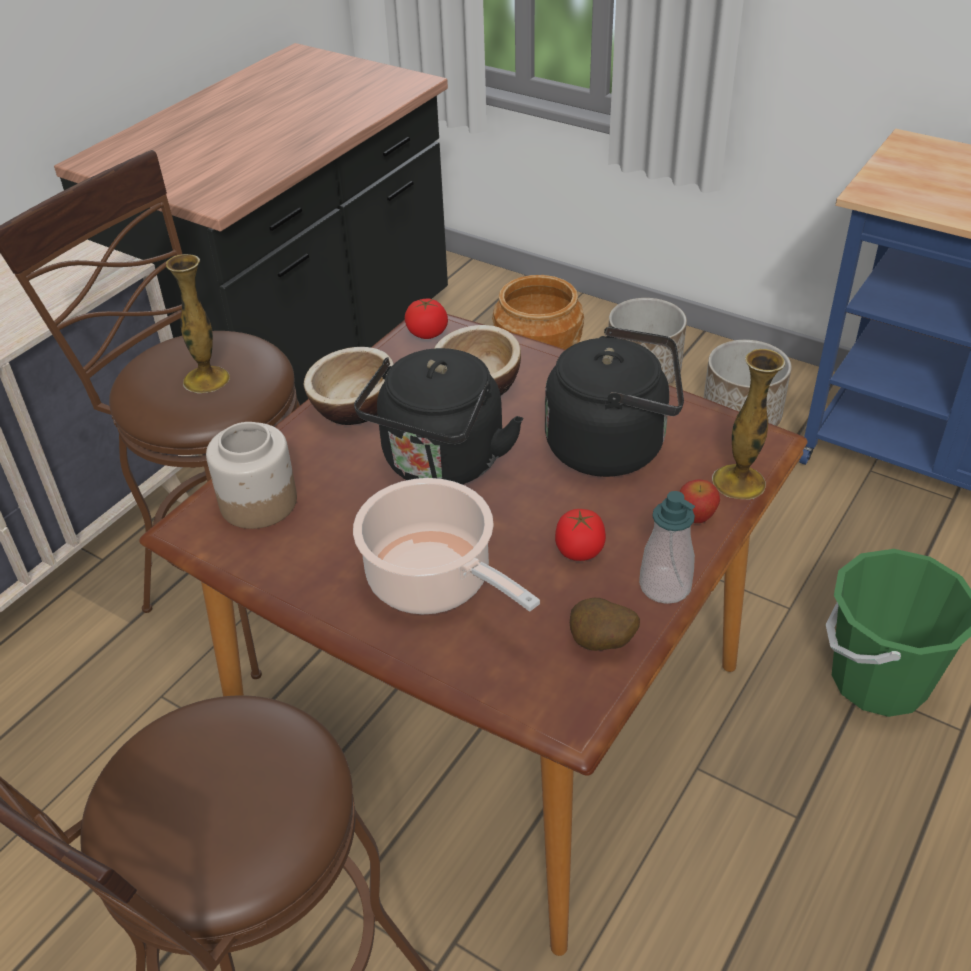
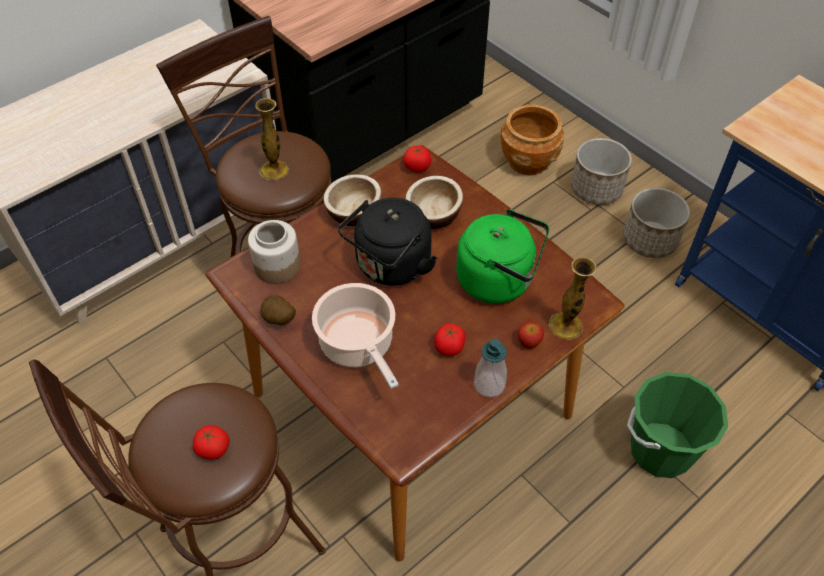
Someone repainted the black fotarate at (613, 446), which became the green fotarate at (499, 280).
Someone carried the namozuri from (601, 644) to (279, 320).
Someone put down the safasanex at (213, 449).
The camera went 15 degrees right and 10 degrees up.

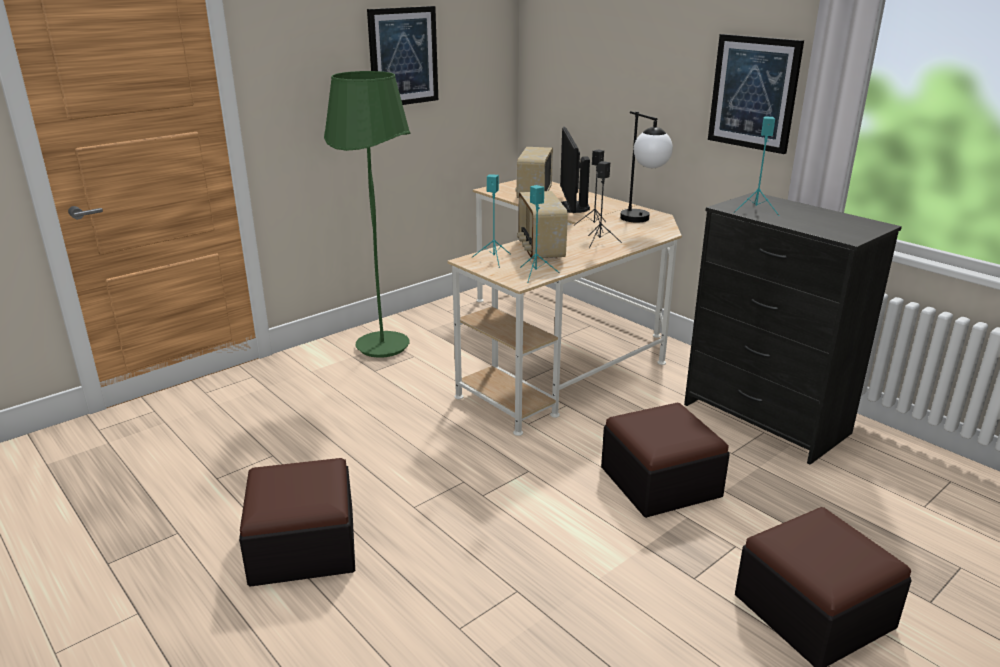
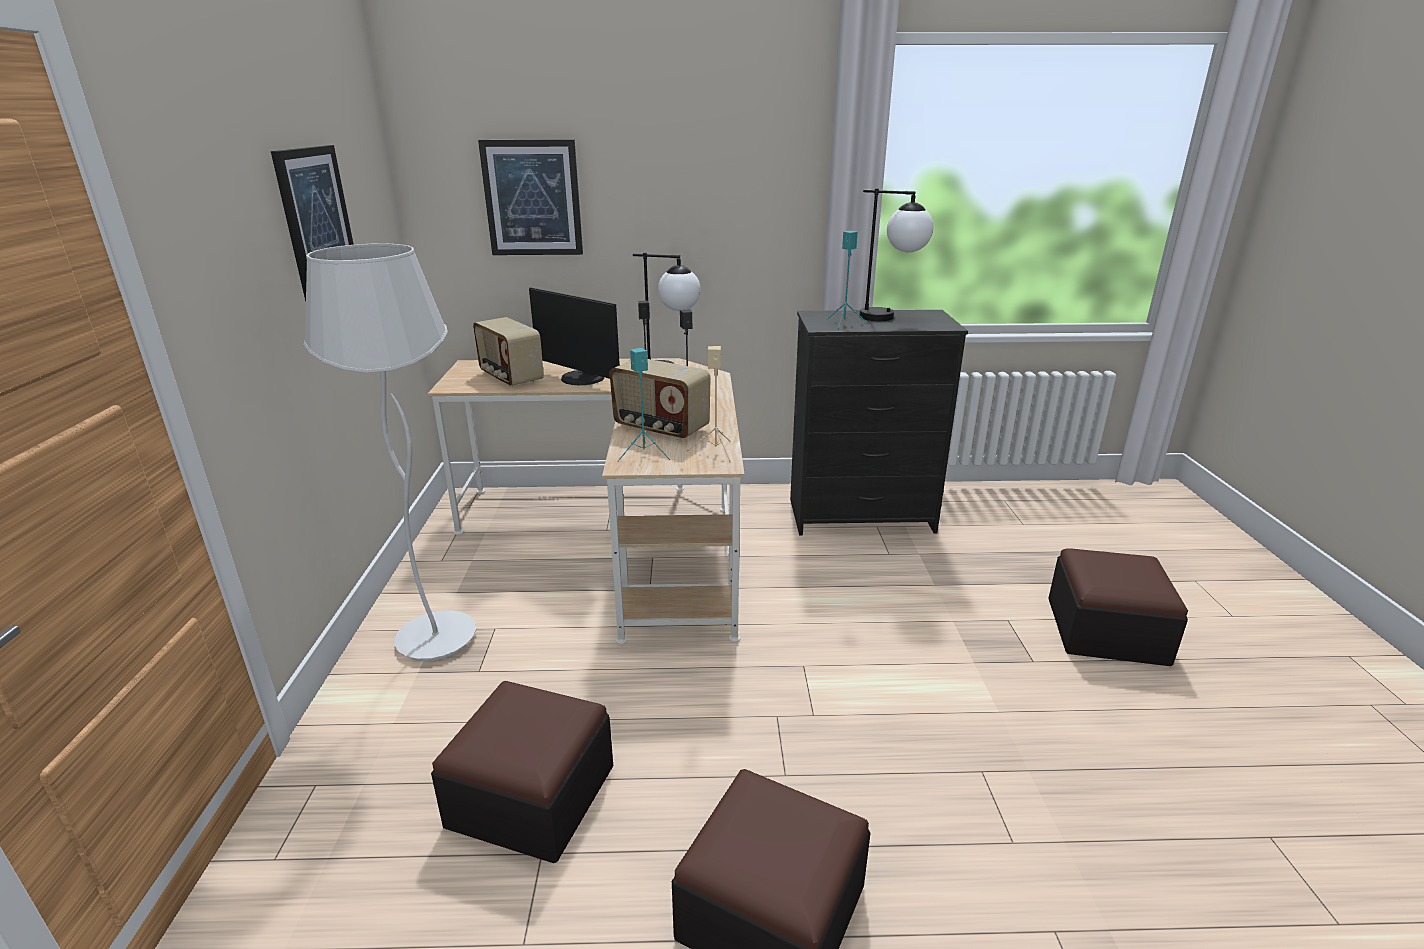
Someone carried the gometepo from (754, 93) to (532, 198).
Someone repainted the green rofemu at (383, 347), which became the white rofemu at (437, 639).
Someone repainted the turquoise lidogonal at (536, 274), which became the beige lidogonal at (716, 451).
Someone carried the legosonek from (660, 482) to (531, 796).
Someone put down the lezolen at (890, 318).
The camera went 50 degrees left and 0 degrees up.

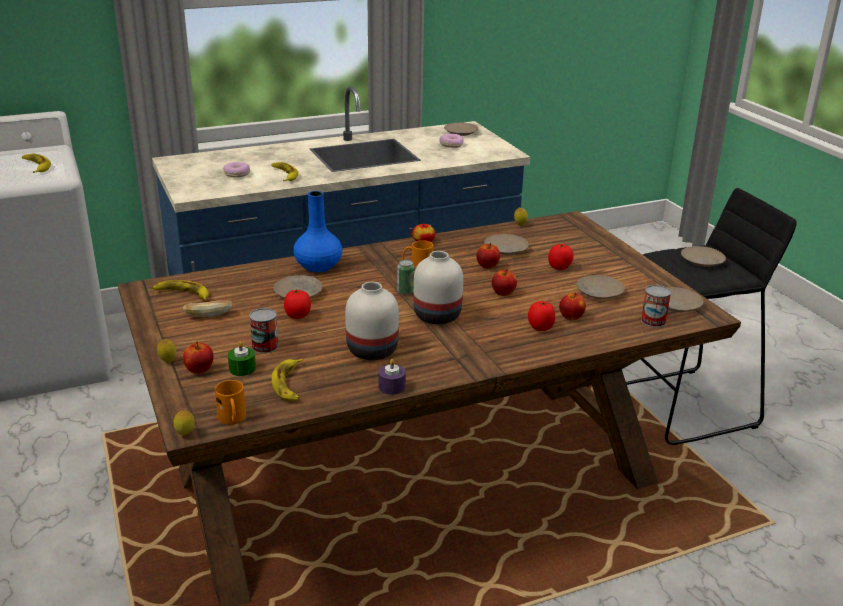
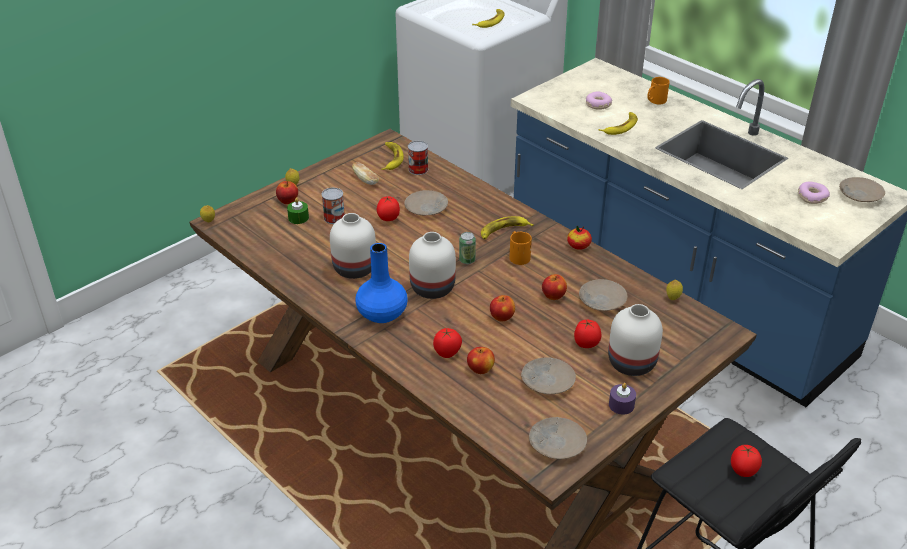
Someone carried the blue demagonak from (318, 266) to (382, 313).
Someone swapped the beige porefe at (702, 261) for the safasanex at (743, 471).
Someone carried the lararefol from (653, 321) to (418, 169).
Someone carried the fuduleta from (289, 384) to (503, 231).
Someone carried the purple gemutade from (392, 386) to (621, 405).
Someone carried the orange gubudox from (233, 420) to (655, 101).
Someone put down the white demagonak at (631, 364).
The camera went 70 degrees right and 10 degrees up.

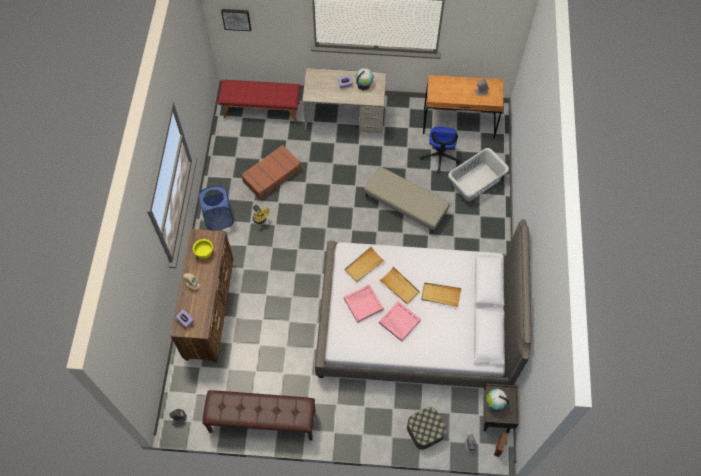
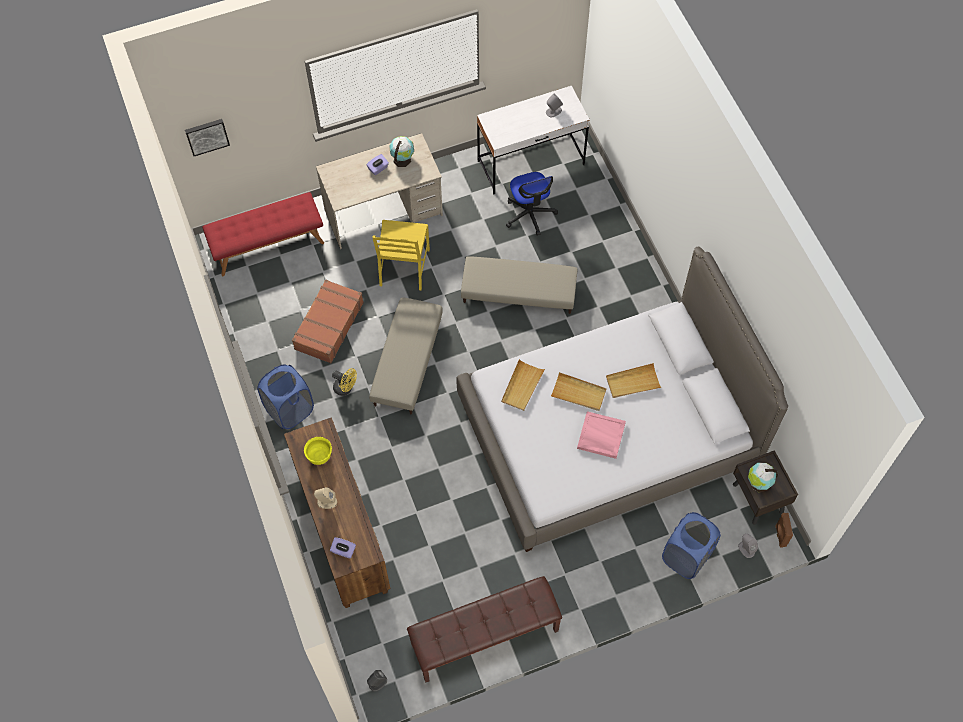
Someone repainted the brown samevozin at (458, 123), which became the white samevozin at (531, 163).
Someone took away the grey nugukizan at (476, 182).
Someone took away the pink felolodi at (363, 303).
Someone swapped the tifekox at (425, 431) for the blue nugukizan at (686, 556).
Someone put down the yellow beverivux at (404, 268).
Someone put down the beige legosonek at (407, 362).
The camera went 25 degrees left and 0 degrees up.

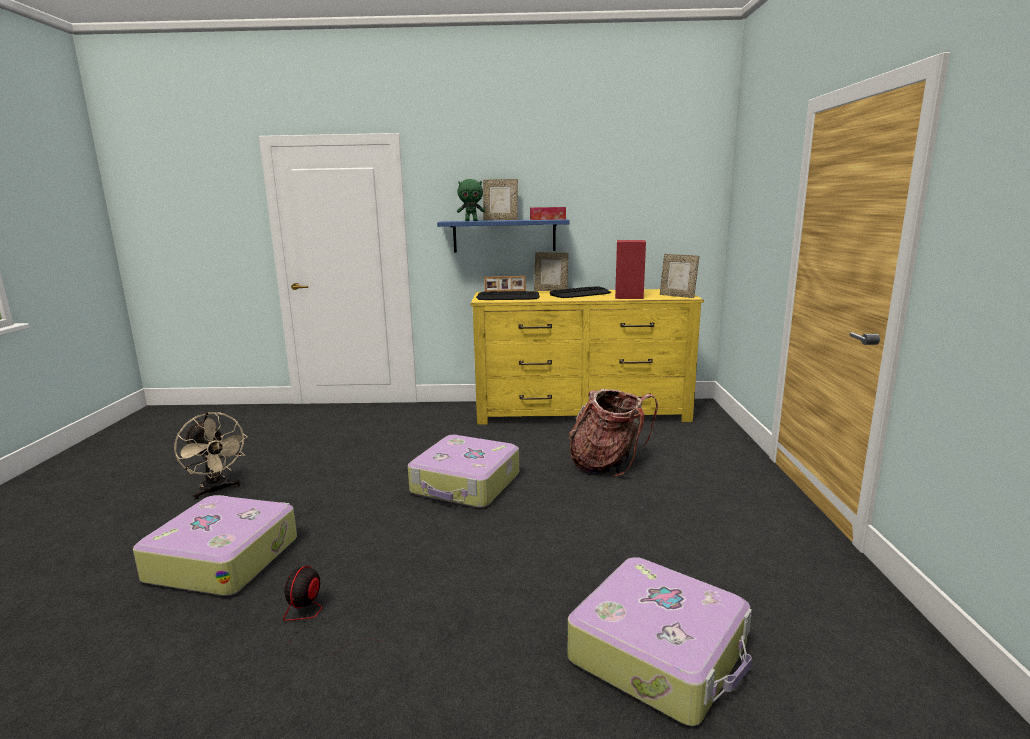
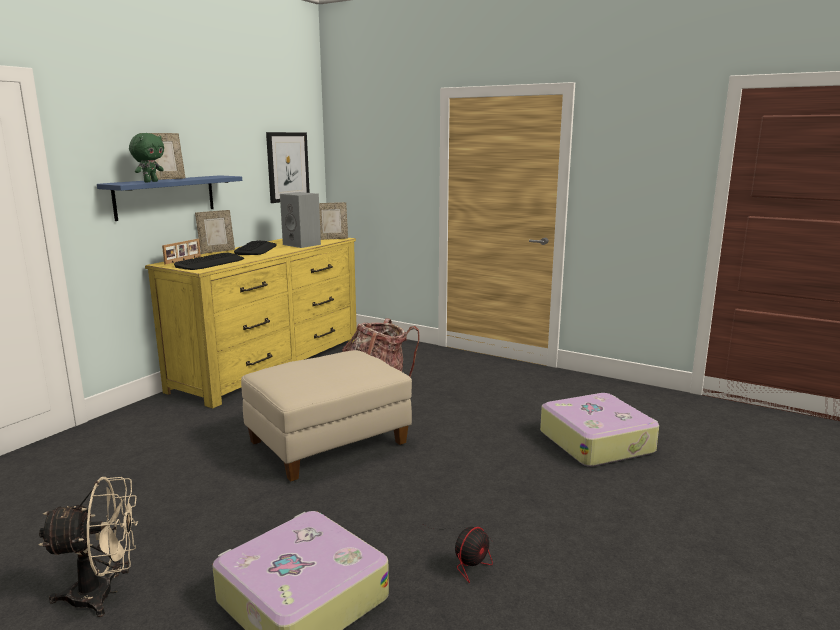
Someone took away the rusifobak at (547, 219).
Someone repainted the red lidogonal at (629, 296), which became the grey lidogonal at (303, 244).
Someone swapped the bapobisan at (466, 484) for the beige legosonek at (328, 443).
Someone rotated the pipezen at (312, 622) by 90 degrees counterclockwise.
Someone put up the gometepo at (287, 167).
The camera went 60 degrees left and 0 degrees up.

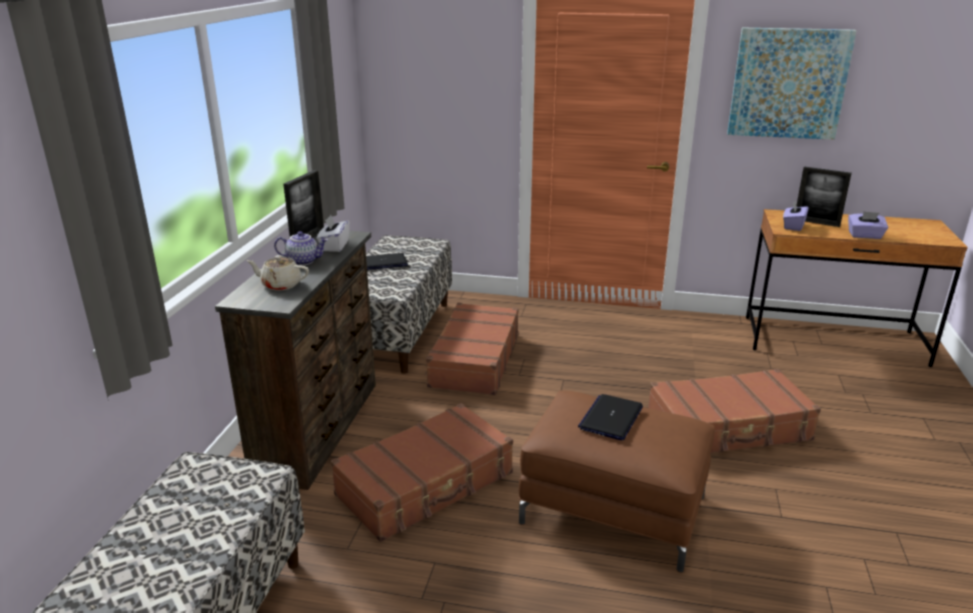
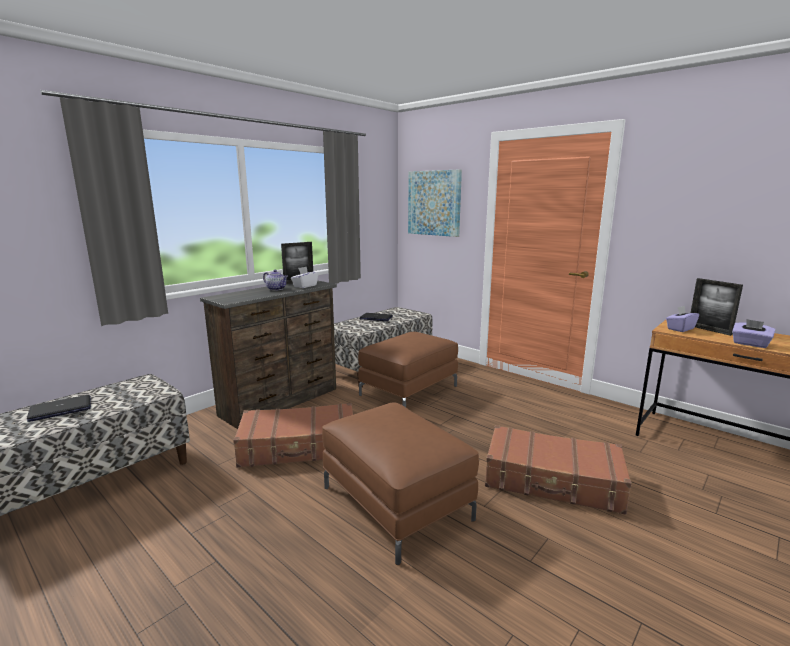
Someone carried the gometepo from (788, 83) to (434, 203).
Someone took away the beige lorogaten at (280, 285).
Someone swapped the brown bapobisan at (474, 360) for the brown legosonek at (409, 390).
Someone carried the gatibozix from (611, 418) to (61, 409).
The camera went 30 degrees right and 10 degrees down.

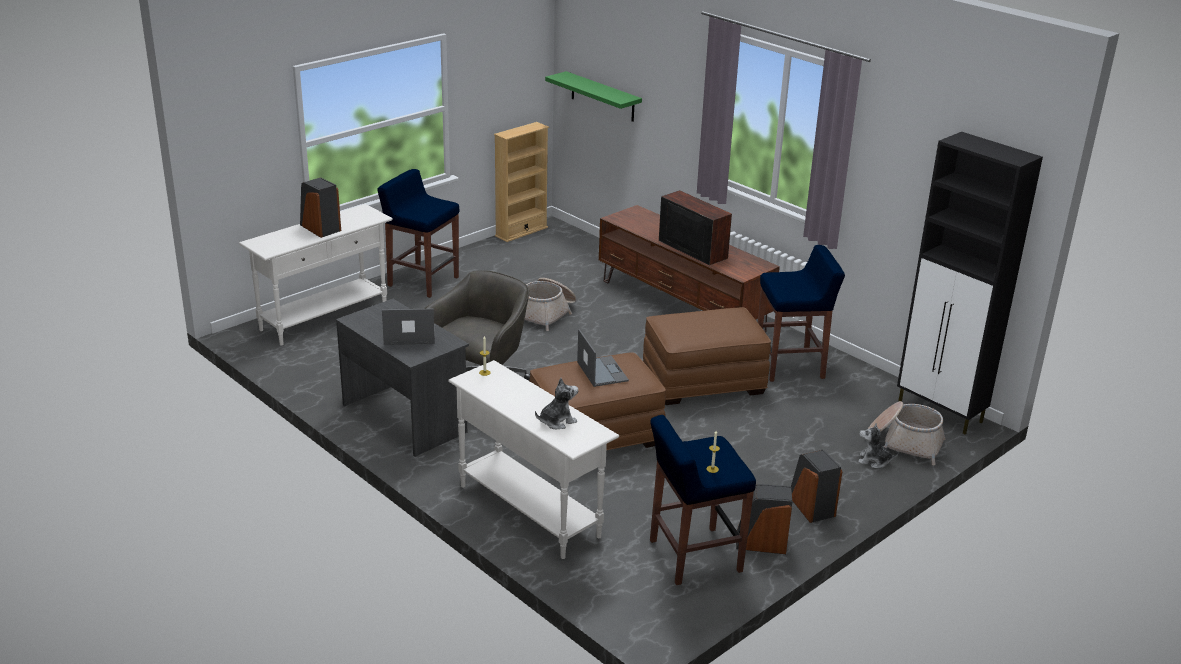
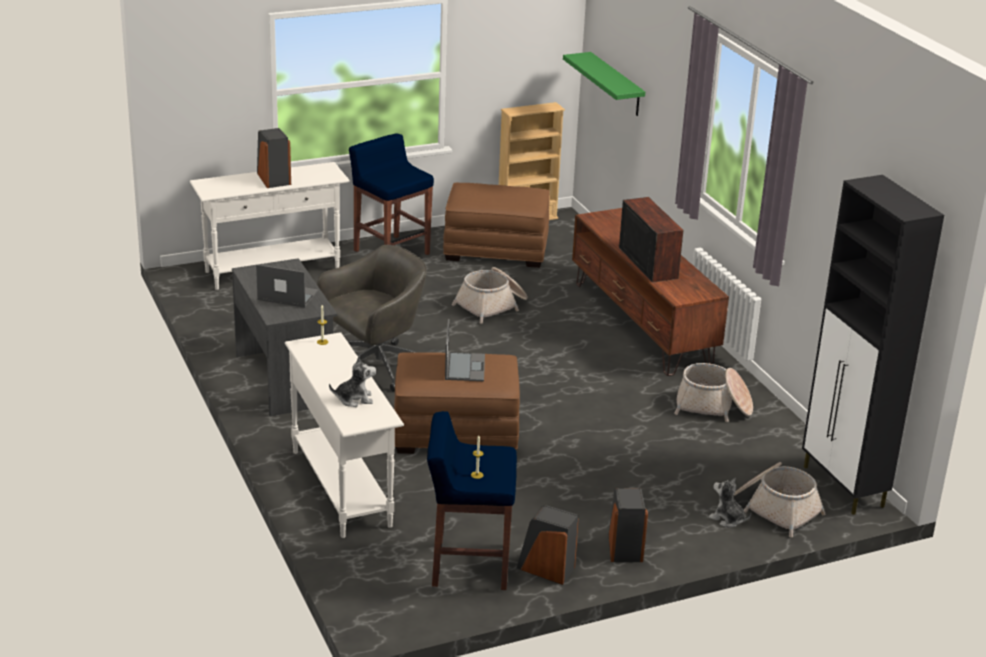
Someone swapped the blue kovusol at (791, 365) for the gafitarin at (713, 406).
Someone carried the brown legosonek from (704, 381) to (496, 249).
The camera went 20 degrees right and 0 degrees up.

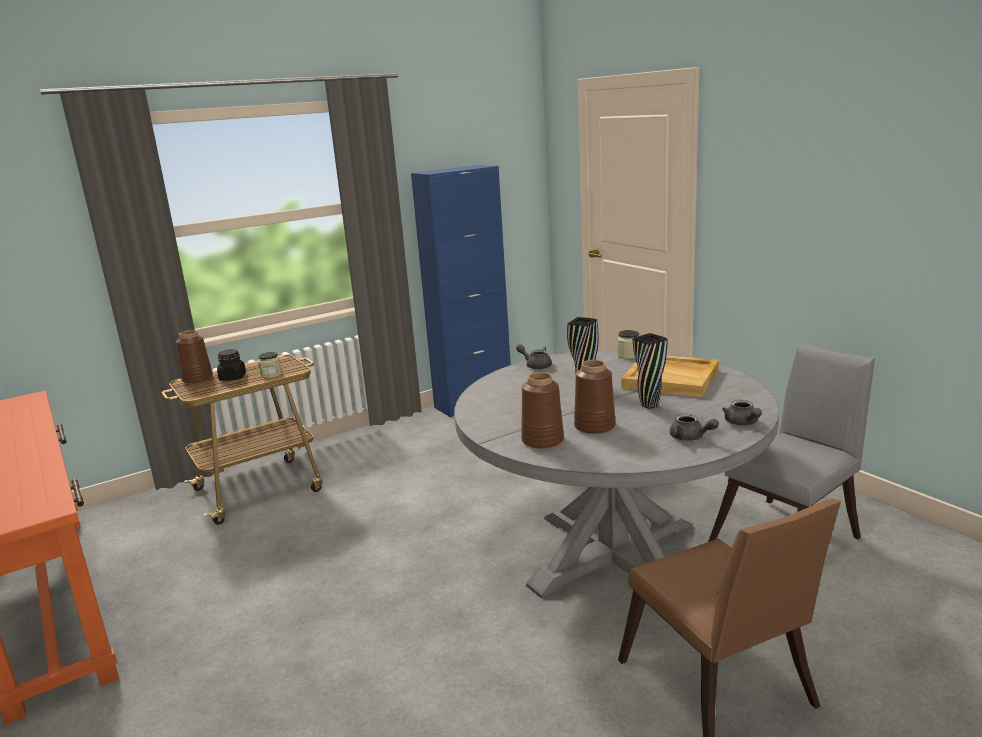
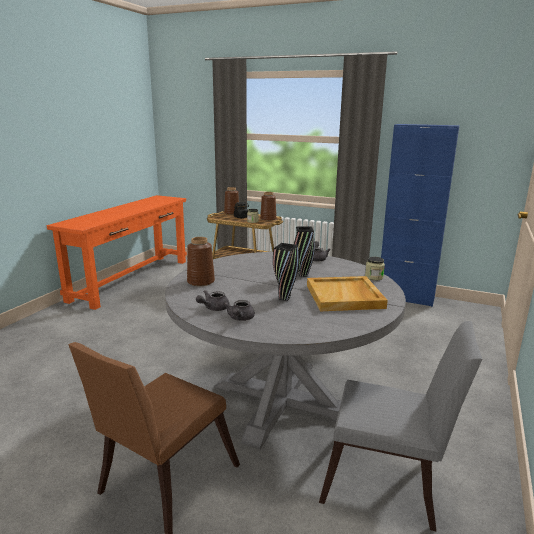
Someone carried the brown demagonak from (594, 426) to (268, 219).
Someone carried the grey lorogaten from (742, 423) to (213, 308).
The camera went 55 degrees right and 0 degrees up.

